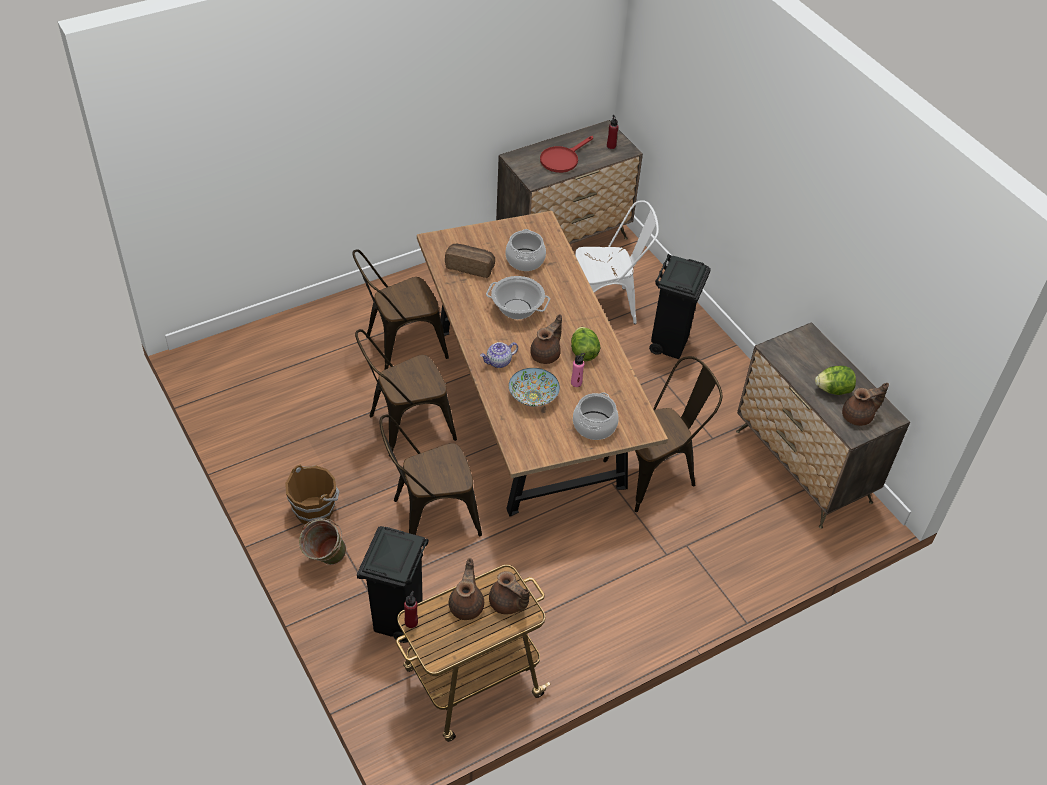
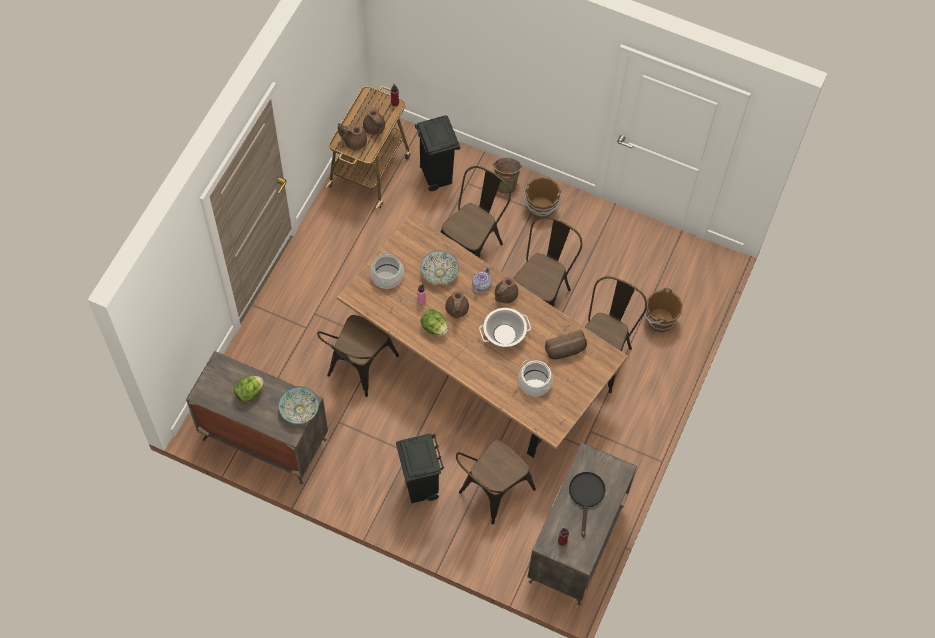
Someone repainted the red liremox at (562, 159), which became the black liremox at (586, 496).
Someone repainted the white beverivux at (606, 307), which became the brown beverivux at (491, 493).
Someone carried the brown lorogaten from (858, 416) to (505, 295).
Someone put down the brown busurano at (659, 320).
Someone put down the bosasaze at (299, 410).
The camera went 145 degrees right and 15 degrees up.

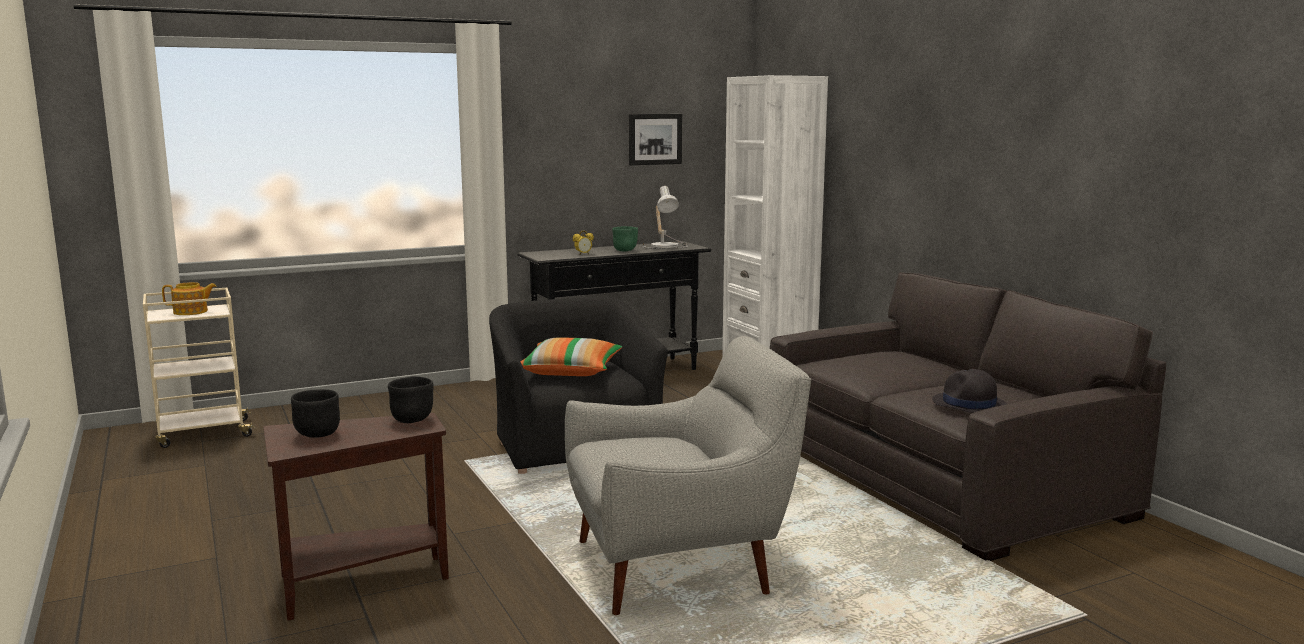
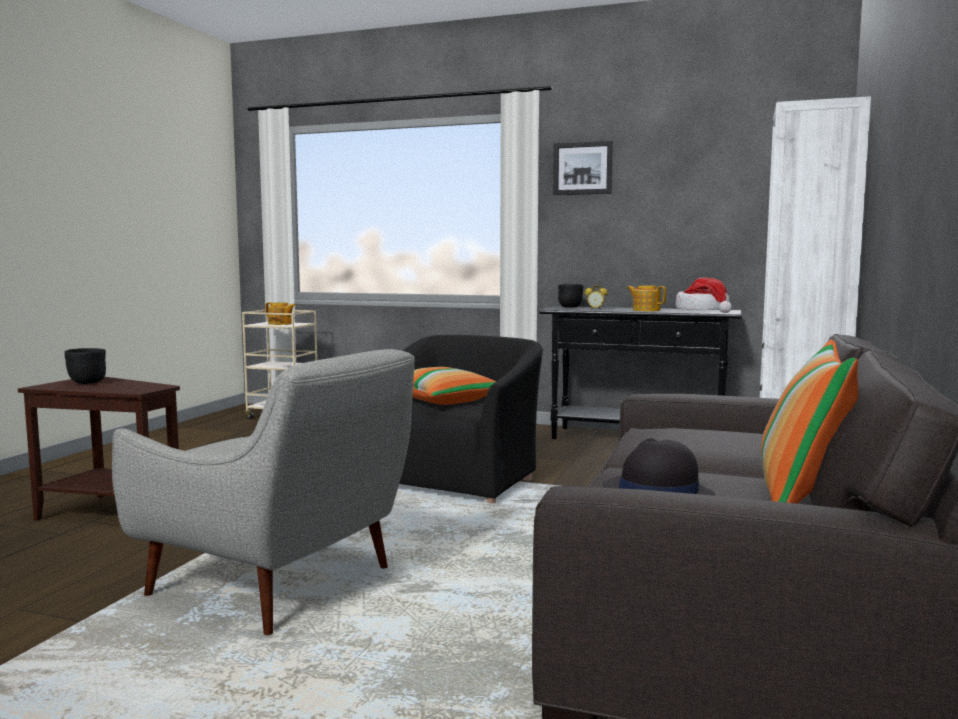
Someone carried the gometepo from (654, 139) to (583, 168).
Someone swapped the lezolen at (668, 246) for the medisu at (703, 311).
Someone swapped the green bosasaze at (625, 250) for the lorogaten at (646, 310).
Someone carried the black bosasaze from (413, 420) to (571, 307).
Someone put down the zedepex at (801, 499).
The camera went 45 degrees right and 5 degrees down.

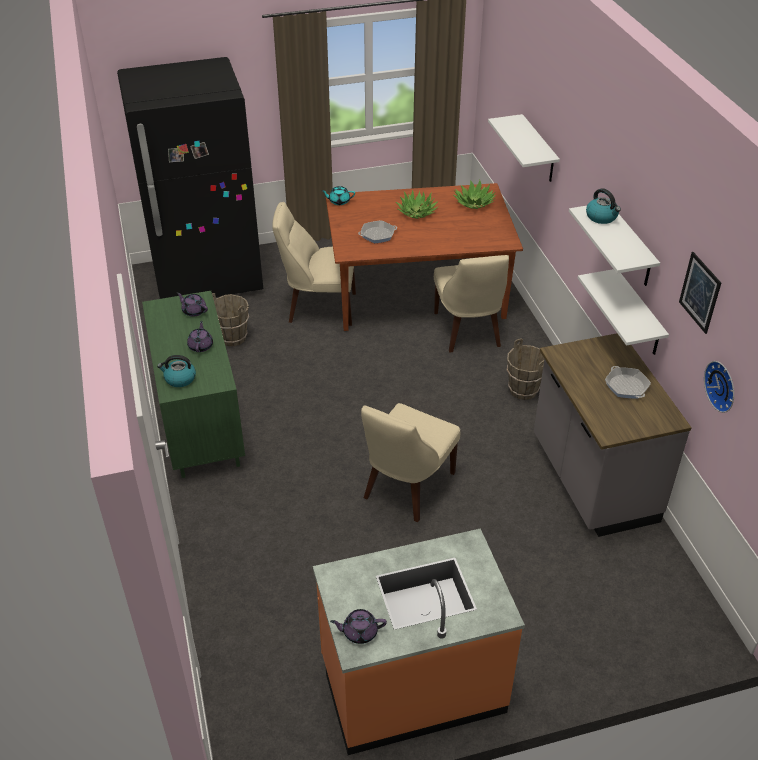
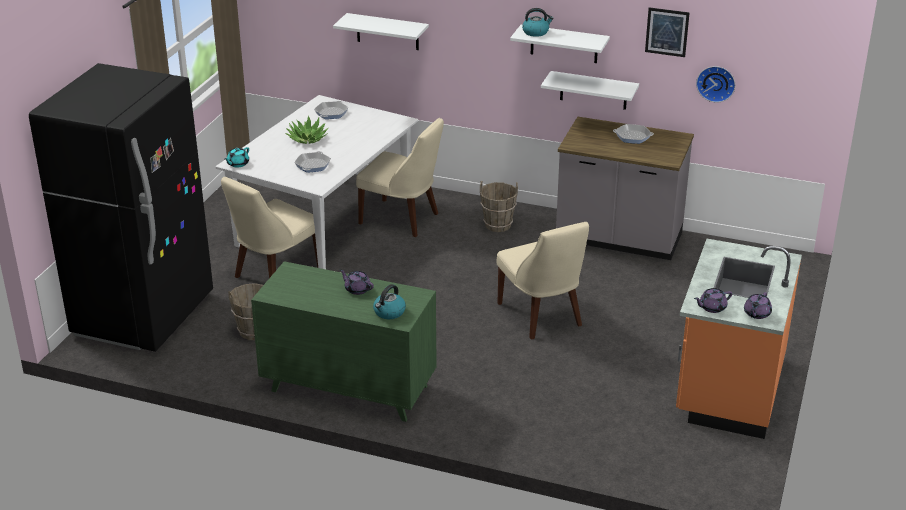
Someone swapped the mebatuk at (474, 203) for the liremox at (331, 113).
Someone repainted the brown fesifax at (417, 294), which became the white fesifax at (325, 221).
Someone carried the purple lorogaten from (194, 311) to (712, 307).
The camera went 55 degrees left and 10 degrees down.

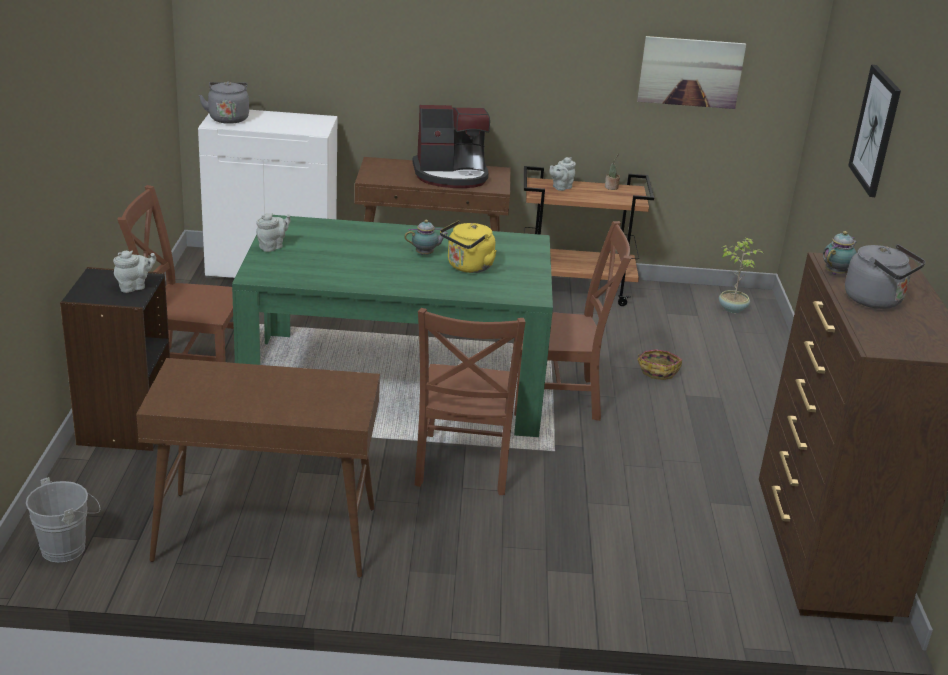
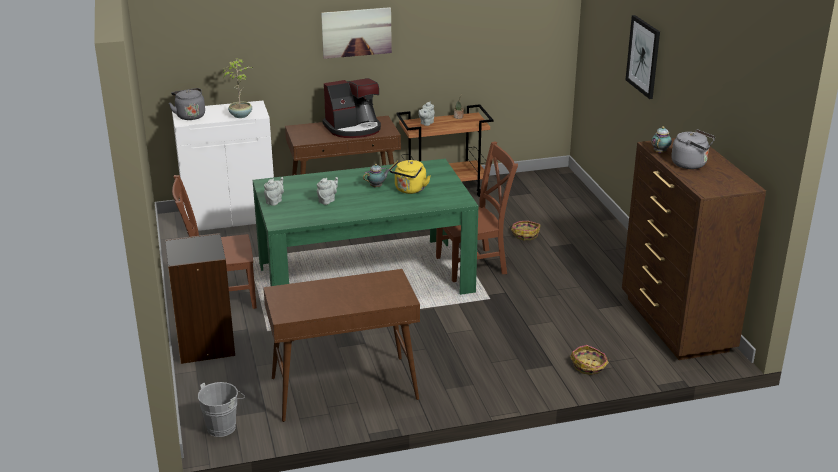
Someone carried the gometepo from (690, 72) to (356, 32).
Someone carried the mebatuk from (732, 308) to (241, 115).
Someone carried the grey lorogaten from (134, 287) to (327, 200).
Someone took away the brown beverivux at (462, 466).
Someone put down the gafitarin at (589, 366).
The camera went 15 degrees left and 0 degrees up.

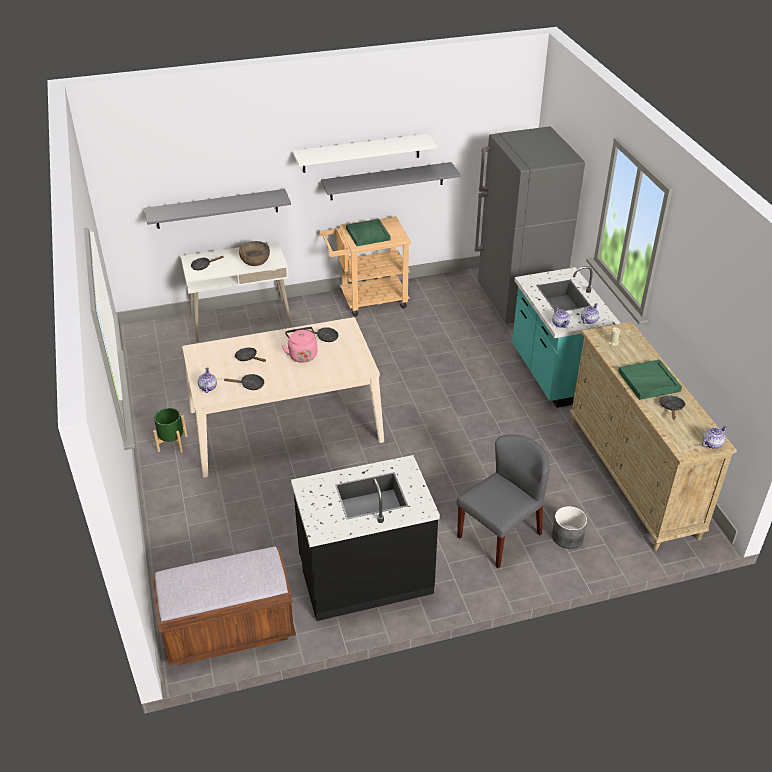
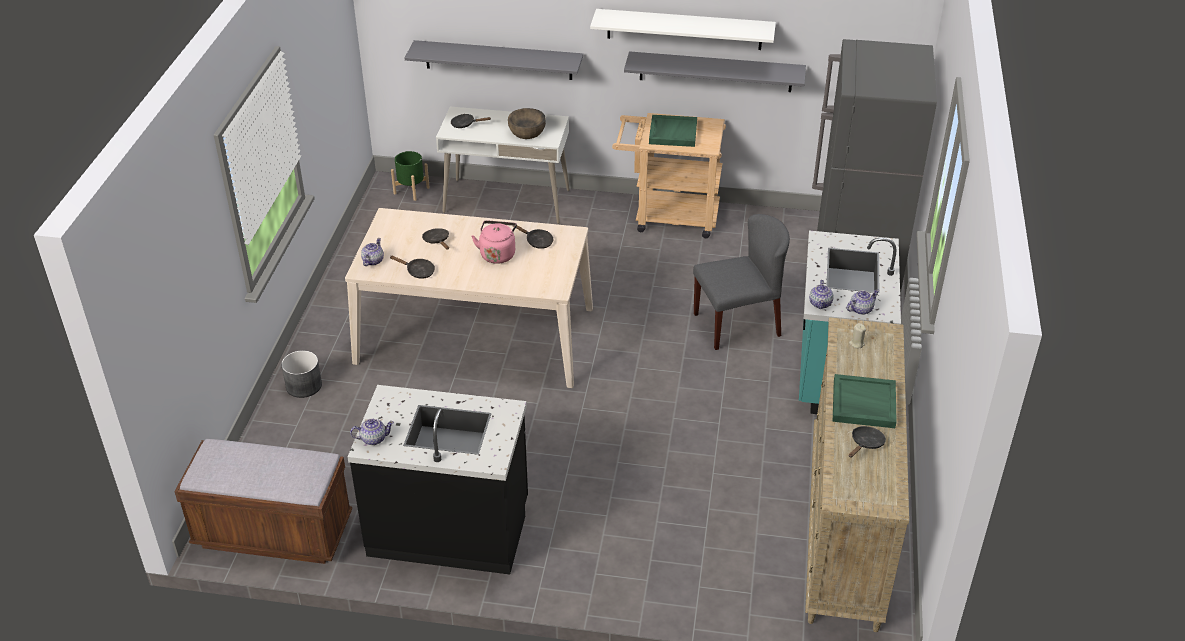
Someone carried the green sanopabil from (172, 443) to (411, 190).
Someone carried the lorogaten from (711, 444) to (373, 438).
Someone carried the grey beverivux from (499, 535) to (737, 324).
Someone carried the grey sanopabil from (567, 536) to (303, 385).
The camera went 25 degrees right and 0 degrees up.

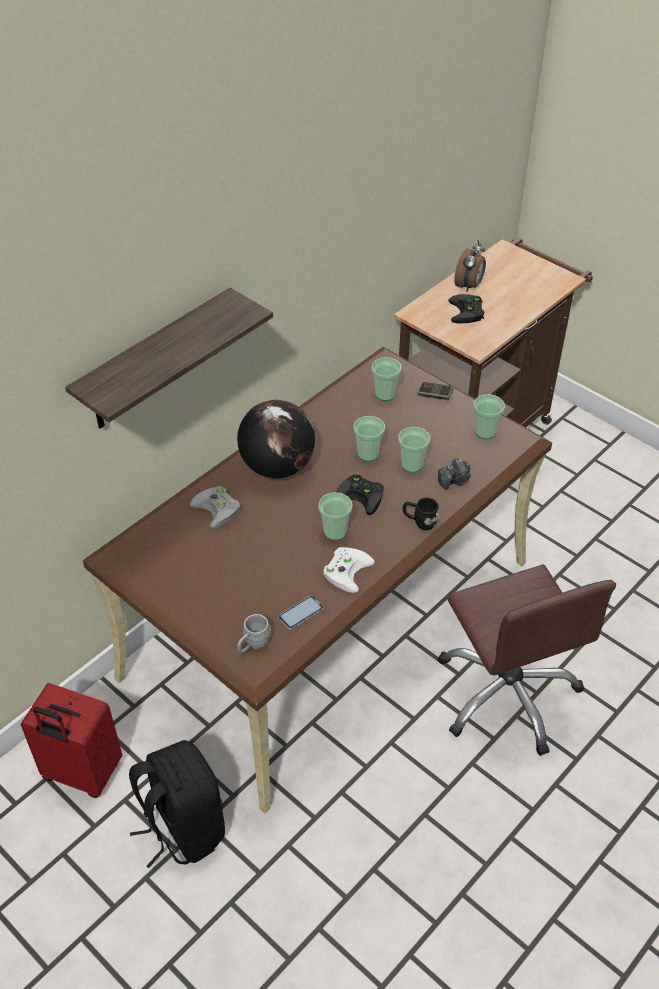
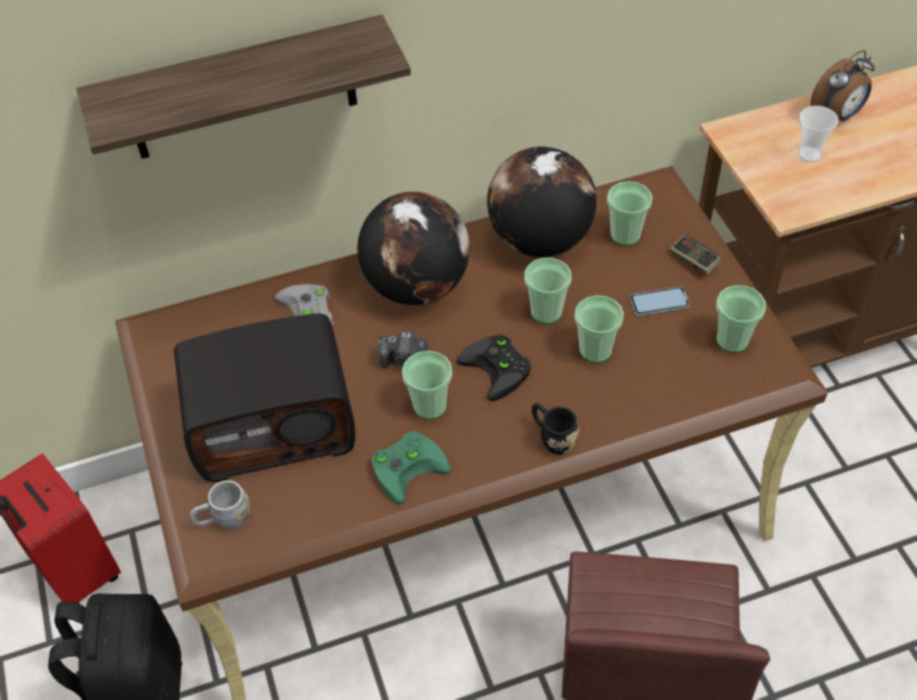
Someone swapped the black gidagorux at (468, 312) for the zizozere at (809, 154).
Someone carried the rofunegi from (455, 481) to (404, 361).
Someone repainted the white gidagorux at (346, 569), which became the green gidagorux at (409, 466).
Someone carried the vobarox from (300, 613) to (659, 302).
Someone put down the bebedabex at (539, 241).
Someone put down the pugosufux at (274, 422).
The camera went 30 degrees right and 5 degrees up.

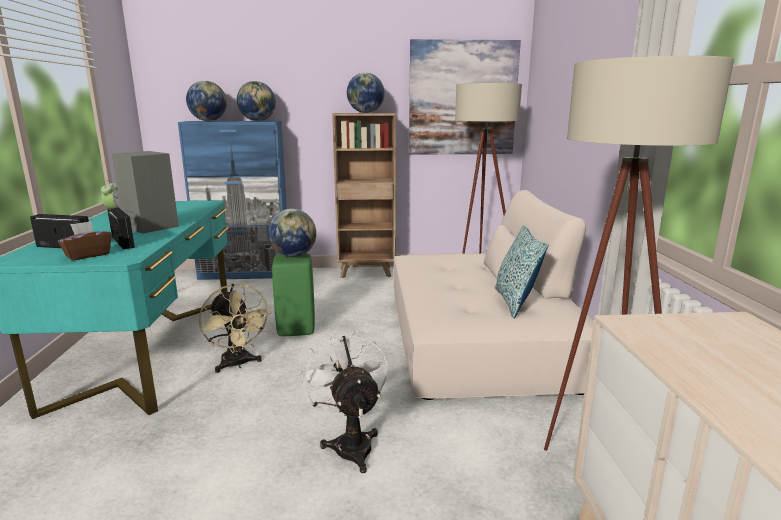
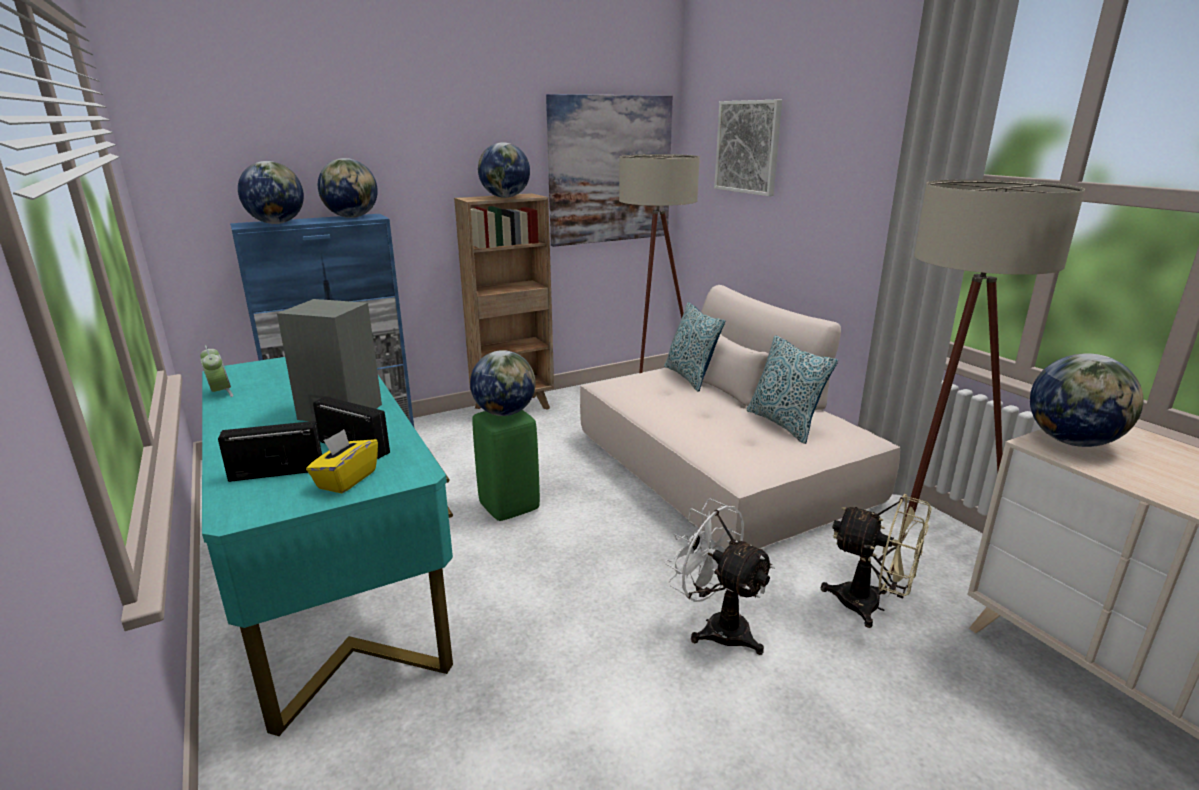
Someone repainted the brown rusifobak at (87, 255), which became the yellow rusifobak at (346, 479).
Someone carried the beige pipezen from (238, 364) to (870, 606).
Someone put up the gometepo at (748, 147).
Someone put down the zedepex at (690, 377).
Someone put down the bebedabex at (1072, 441).
The camera went 25 degrees left and 5 degrees up.

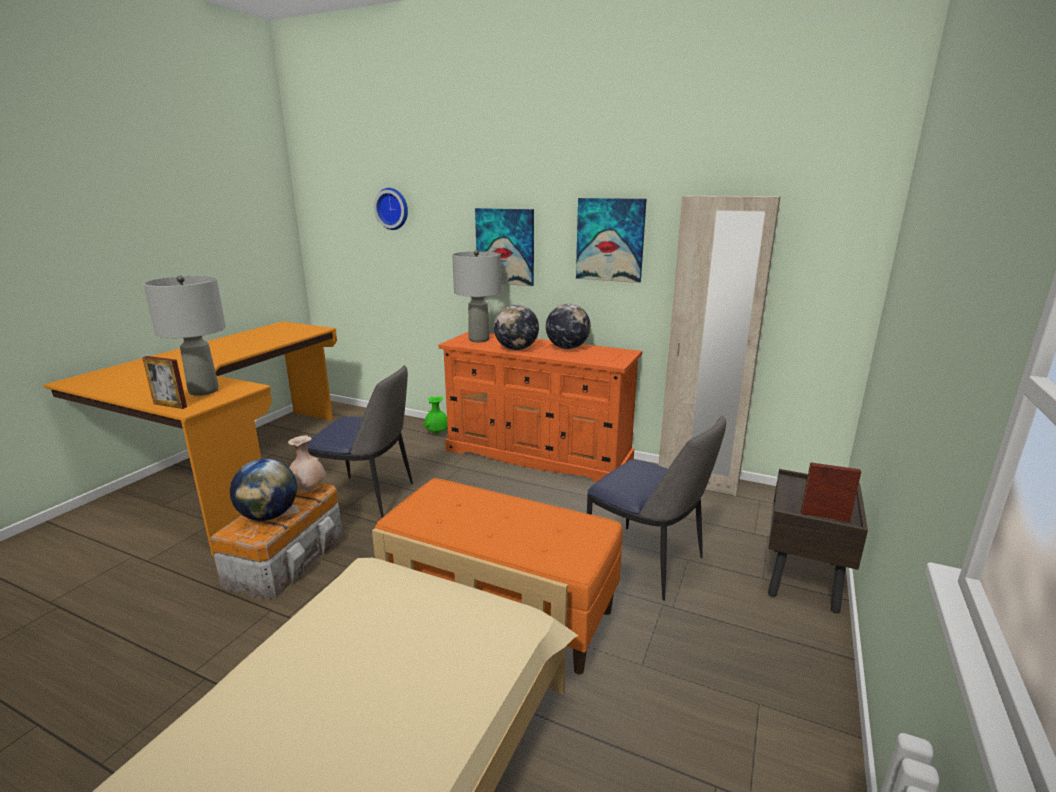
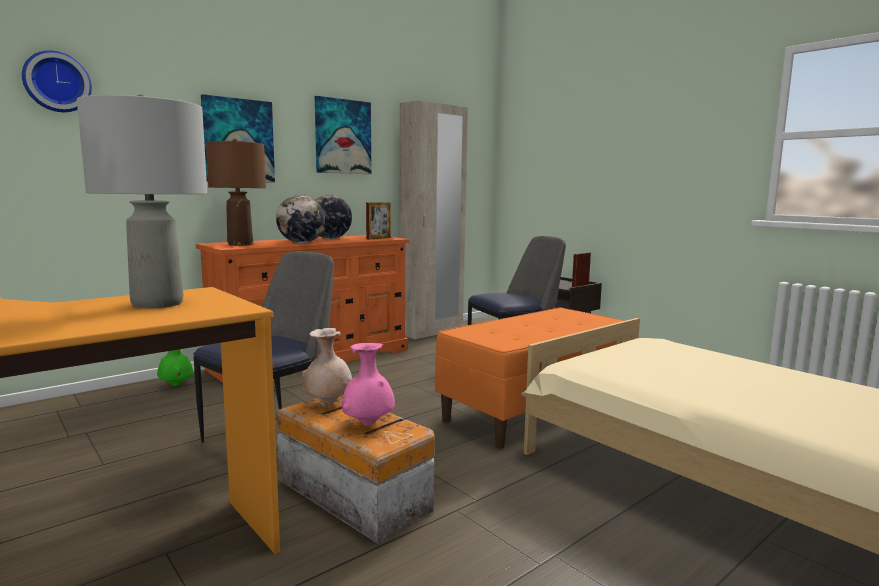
Someone repainted the grey lezolen at (478, 340), which became the brown lezolen at (240, 244).
Someone carried the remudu from (170, 405) to (378, 238).
Someone swapped the bebedabex at (269, 515) for the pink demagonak at (368, 424).
The camera went 65 degrees left and 10 degrees down.

